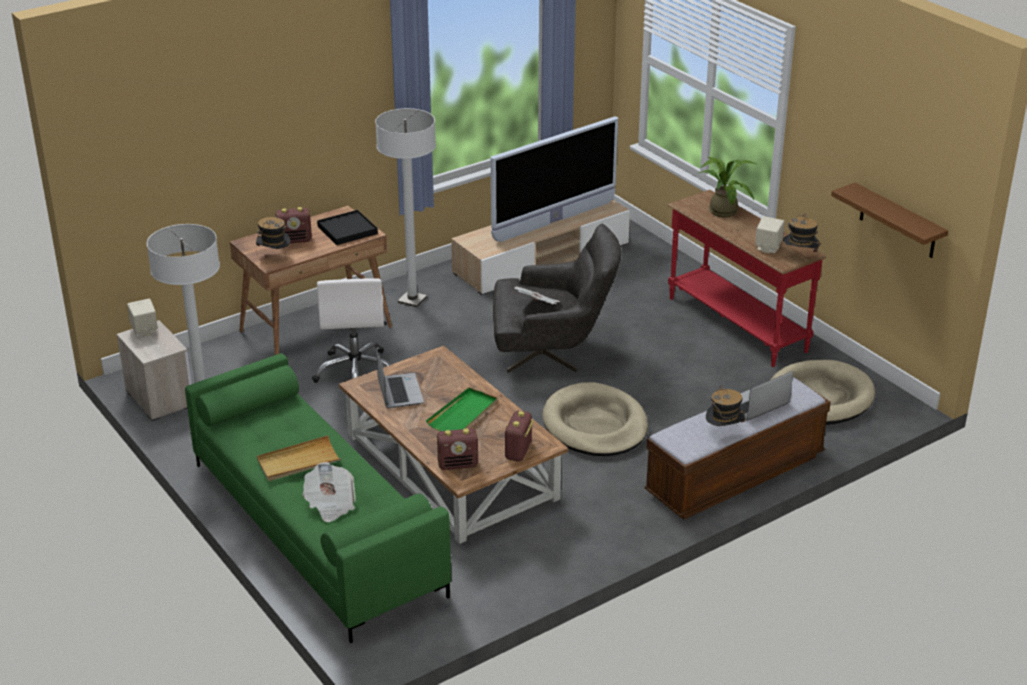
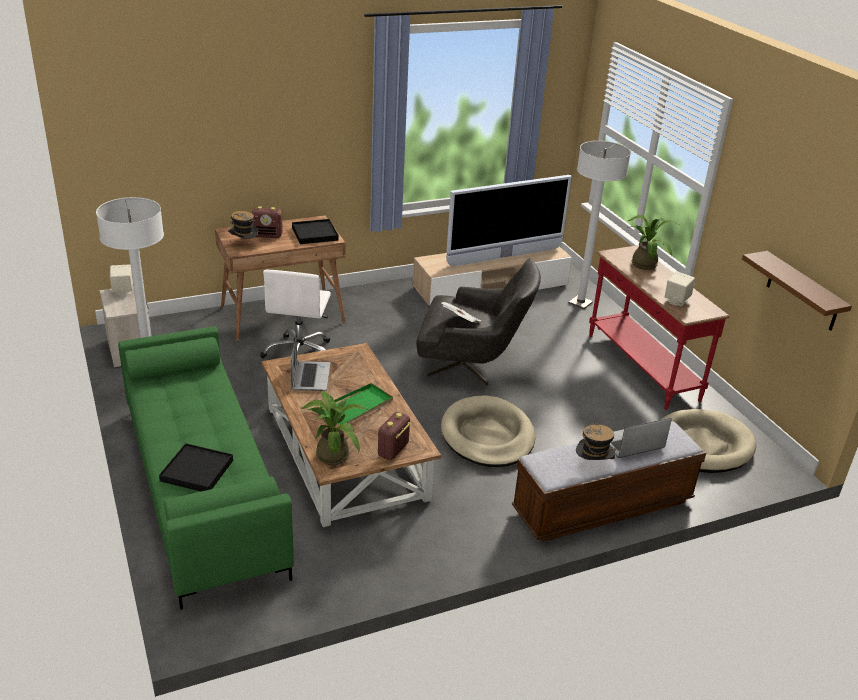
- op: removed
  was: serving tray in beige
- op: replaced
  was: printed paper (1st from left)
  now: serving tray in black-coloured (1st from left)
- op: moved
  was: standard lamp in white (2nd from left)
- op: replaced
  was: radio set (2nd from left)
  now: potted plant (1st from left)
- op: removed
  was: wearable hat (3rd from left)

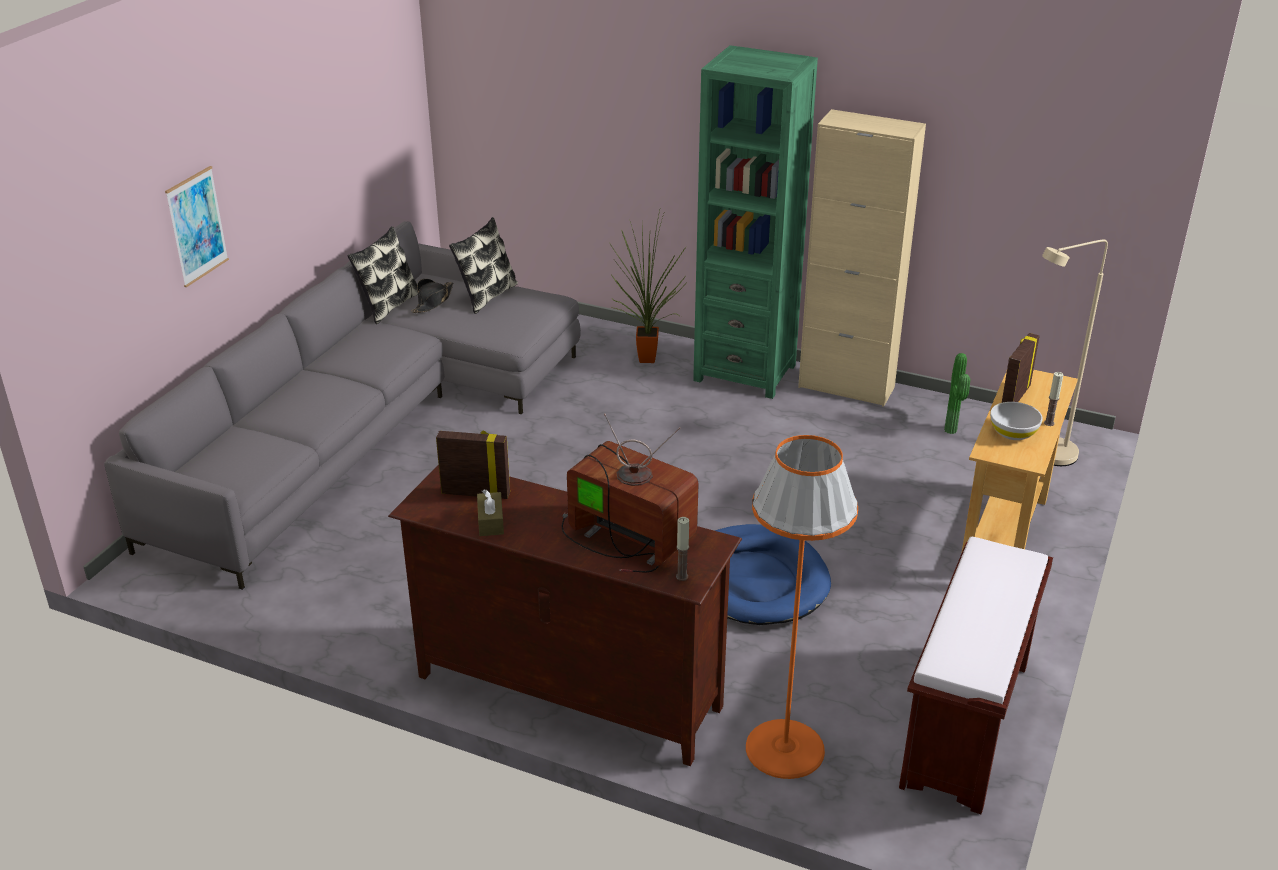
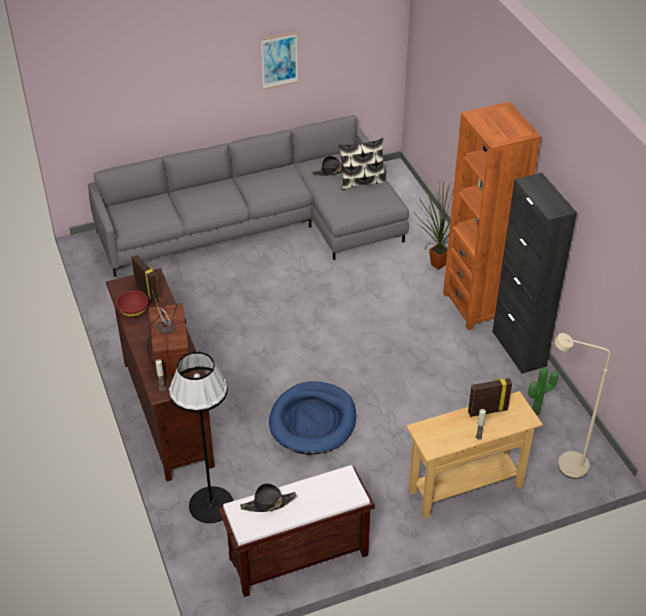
- op: moved
  was: picture
- op: removed
  was: pillow (1st from left)
- op: replaced
  was: tissue holder in brownish
  now: serving bowl in red
- op: recoloured
  was: shelving unit in green
  now: shelving unit in orange-coloured
- op: recoloured
  was: standard lamp in orange-coloured
  now: standard lamp in black-coloured
- op: recoloured
  was: cupboard in beige
  now: cupboard in black-coloured
- op: removed
  was: serving bowl in white
- op: added
  now: wearable hat in black-coloured (1st from left)

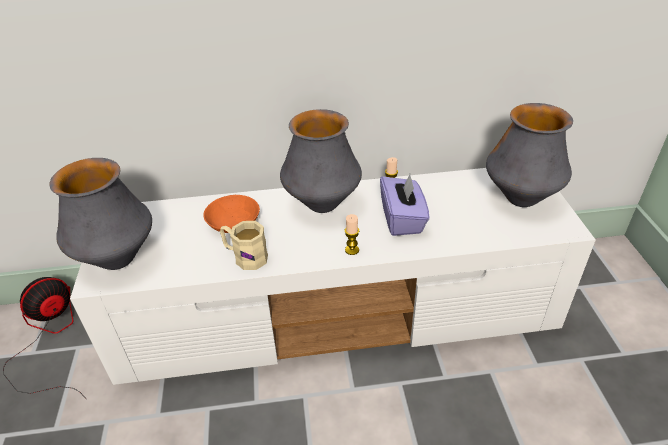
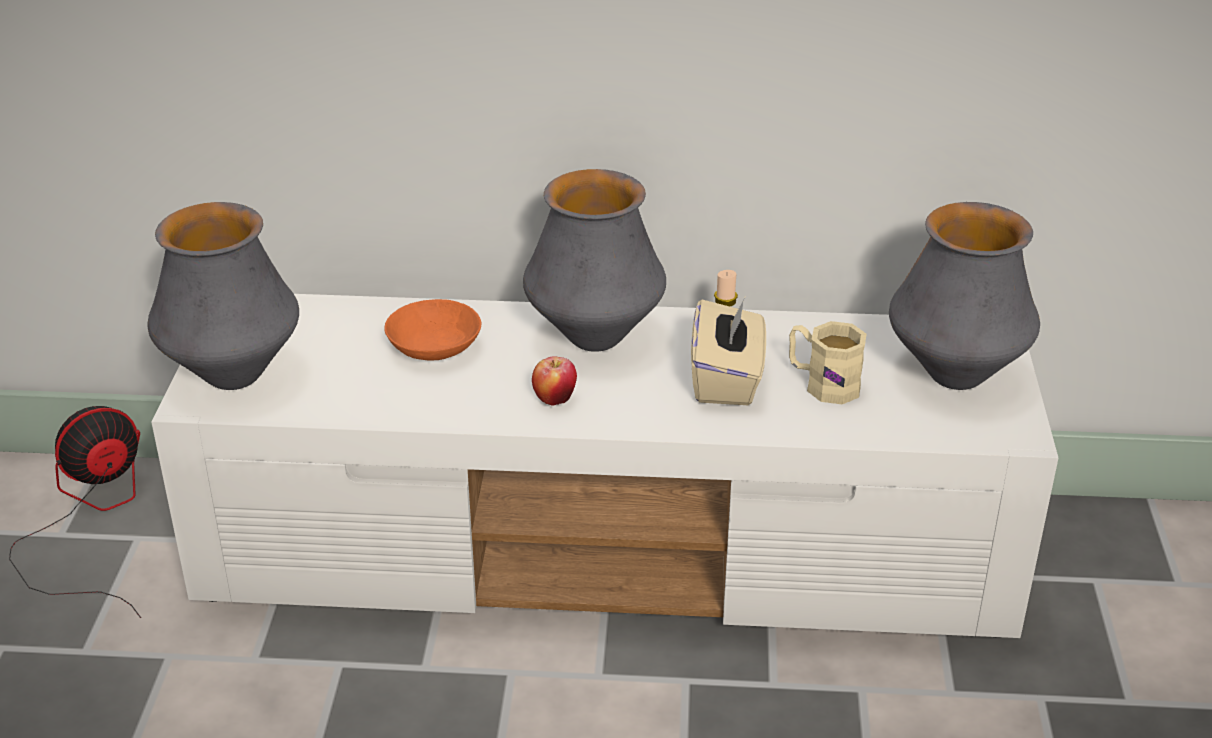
- op: moved
  was: tea mug in beige
- op: removed
  was: candle (1st from left)
- op: recoloured
  was: tissue holder in purple
  now: tissue holder in beige
- op: added
  now: apple

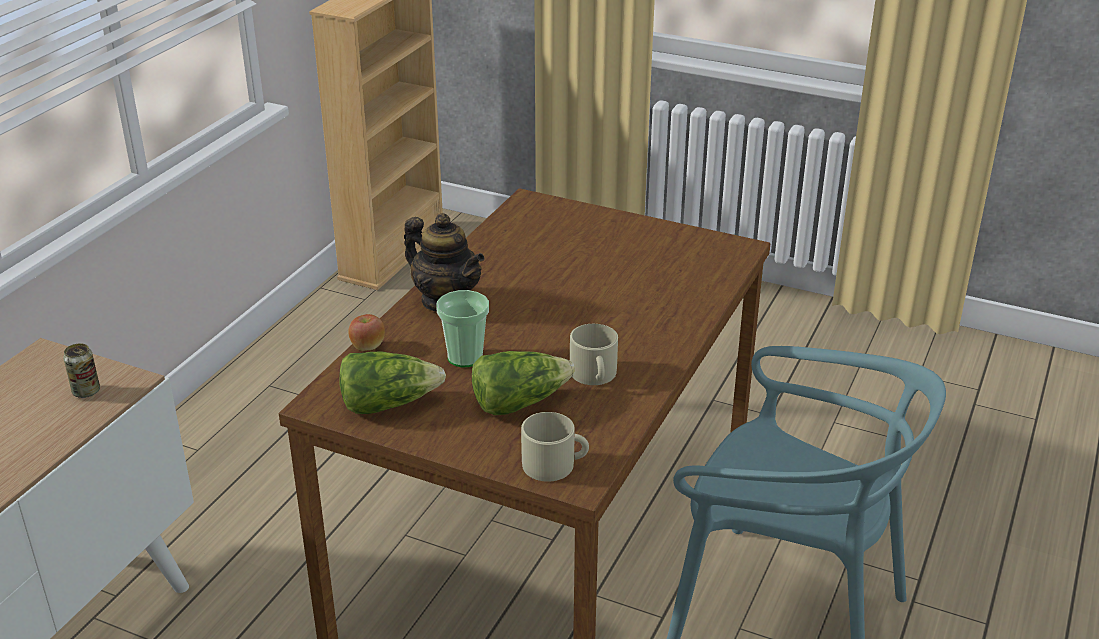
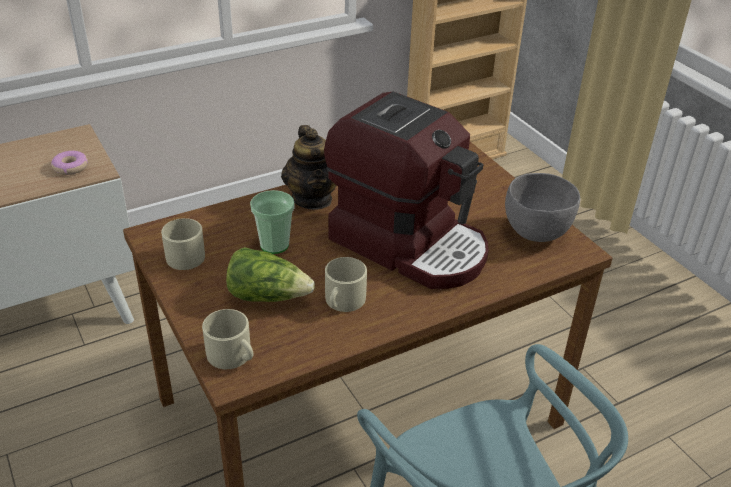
- op: replaced
  was: metal can
  now: ring doughnut
- op: replaced
  was: head of lettuce (1st from left)
  now: tea mug in beige (1st from left)
- op: removed
  was: apple
- op: added
  now: coffee machine
- op: added
  now: serving bowl in grey

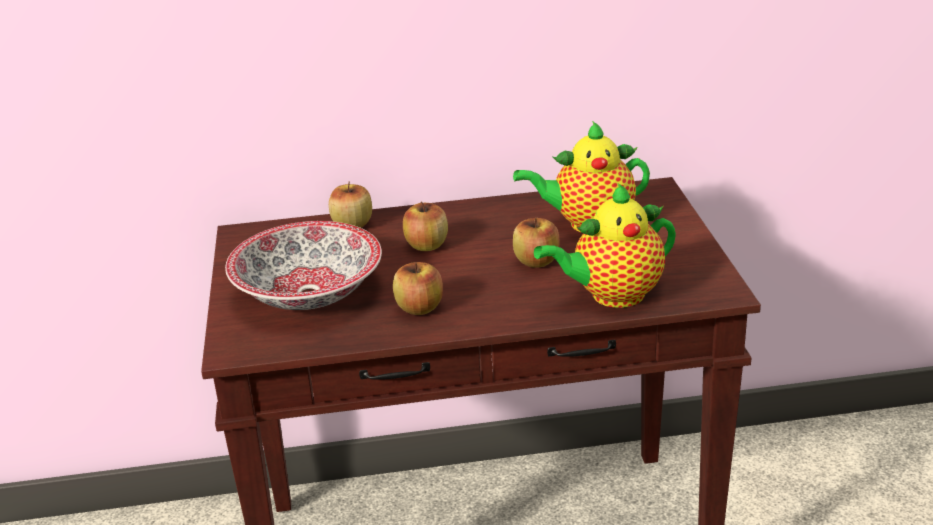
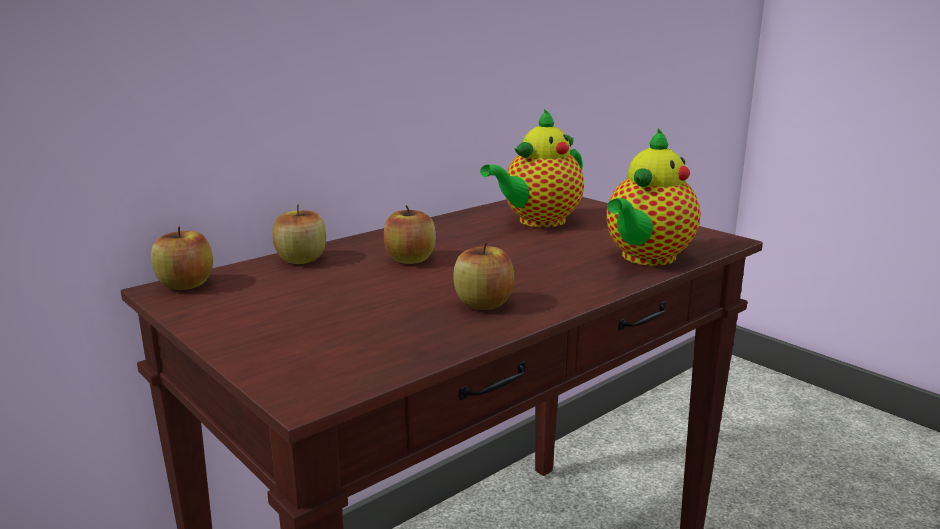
- op: removed
  was: serving bowl
- op: moved
  was: apple (4th from left in the first image)
  now: apple (1st from left)

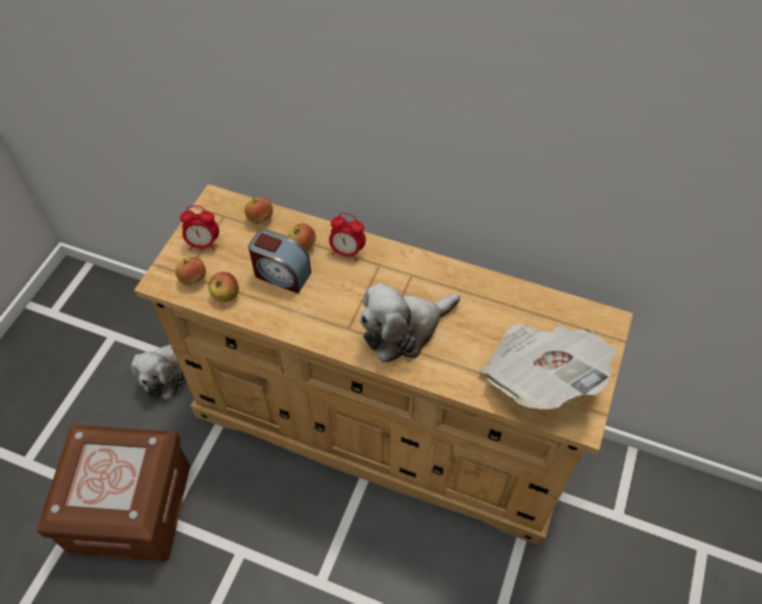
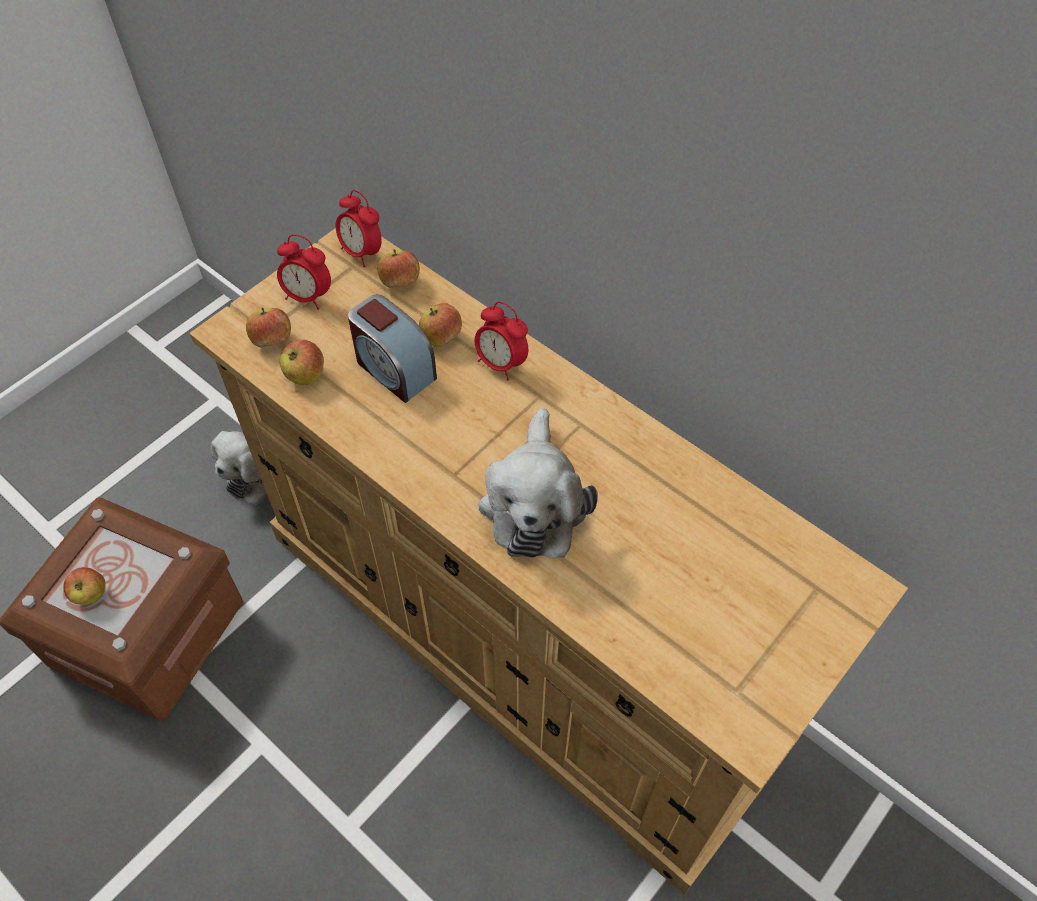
- op: turned
  was: cuddly toy (2nd from left)
  clockwise: -75
- op: removed
  was: printed paper
- op: added
  now: apple (1st from left)
- op: added
  now: alarm clock (2nd from left)

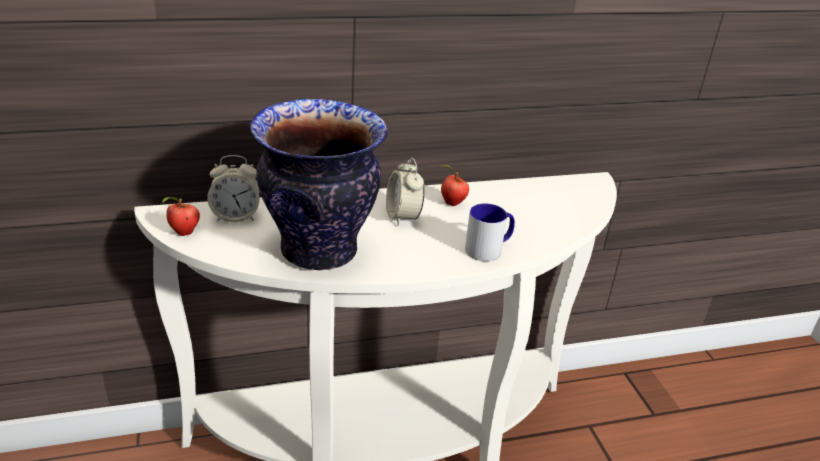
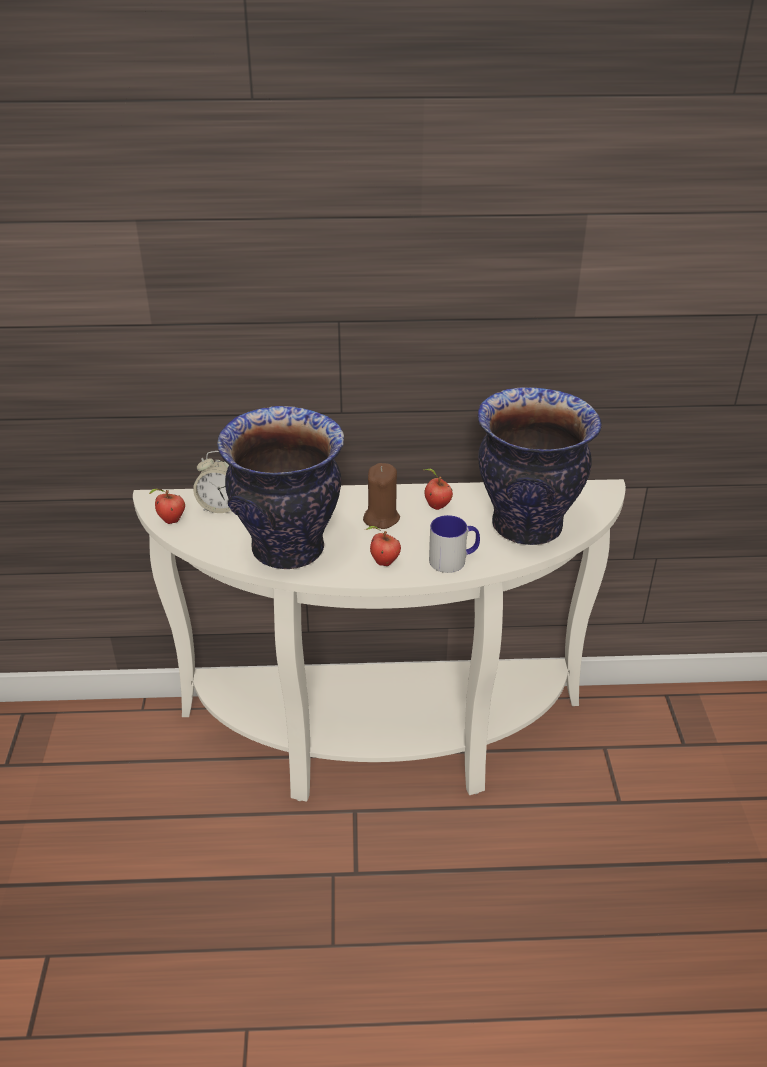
- op: replaced
  was: alarm clock (2nd from left)
  now: candle in brownish
- op: added
  now: apple (2nd from left)
- op: added
  now: vase (2nd from left)

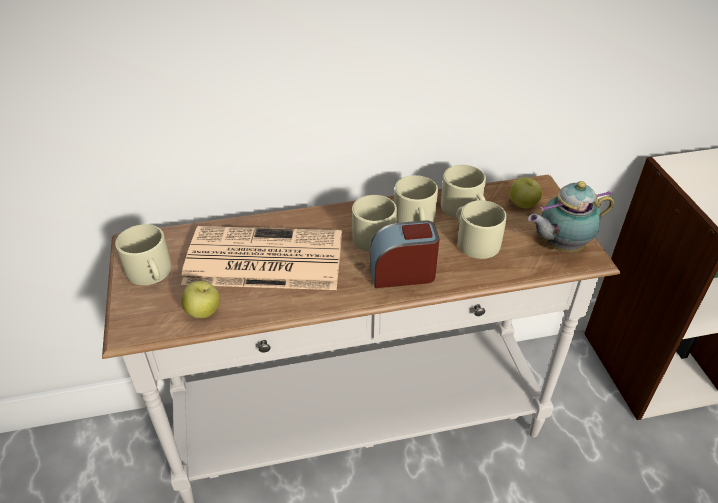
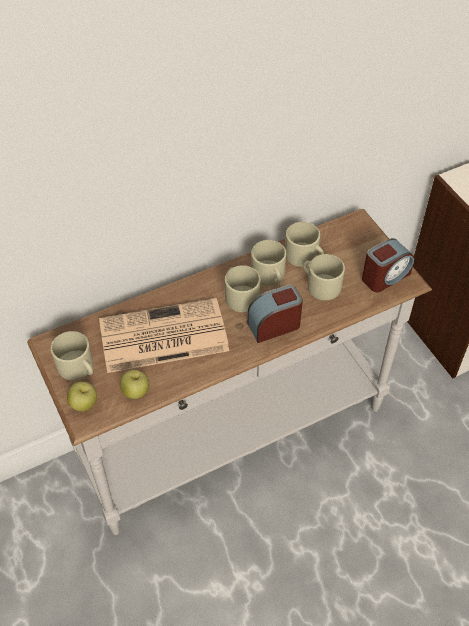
- op: moved
  was: apple (2nd from left in the first image)
  now: apple (1st from left)
- op: replaced
  was: tea pot
  now: alarm clock (2nd from left)

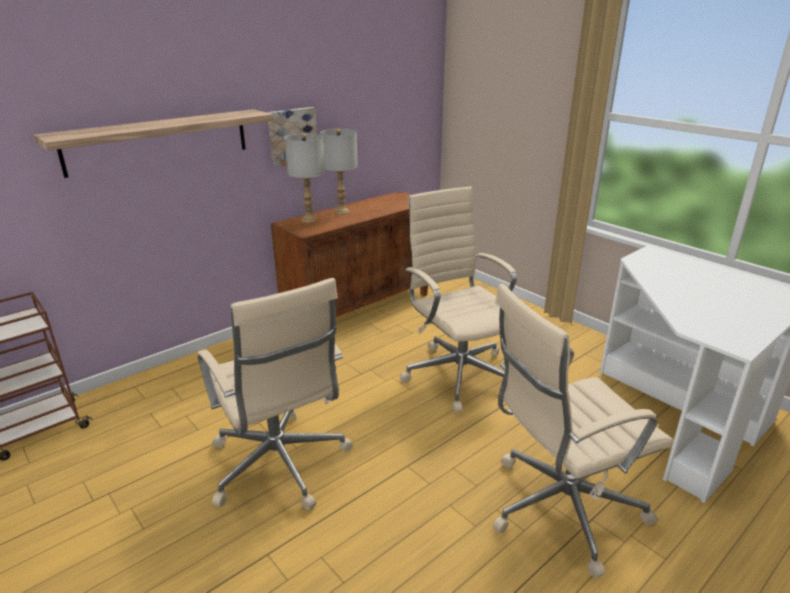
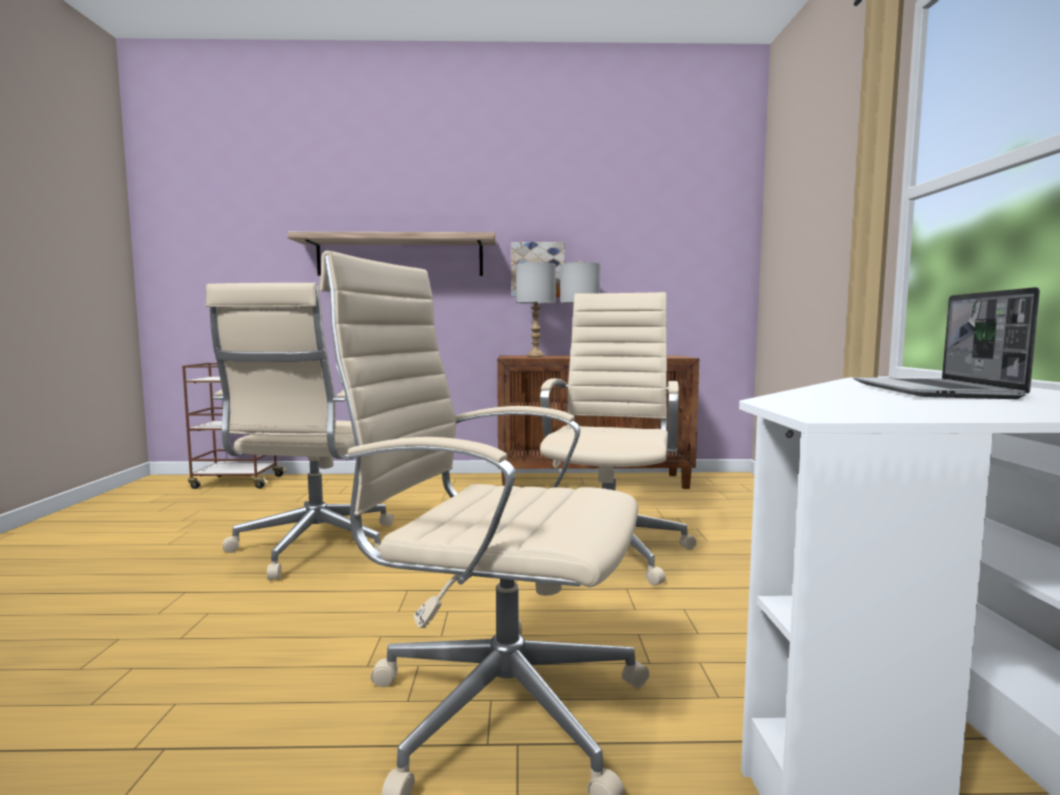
- op: added
  now: laptop

